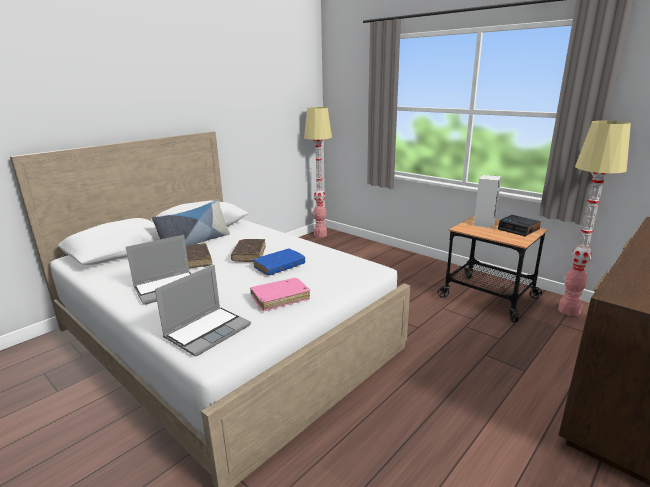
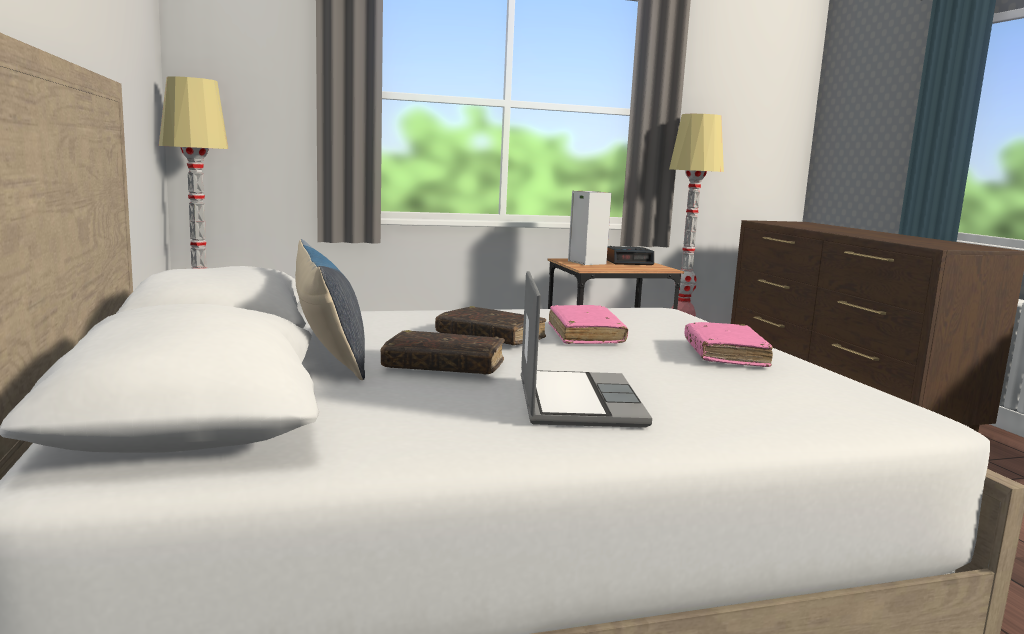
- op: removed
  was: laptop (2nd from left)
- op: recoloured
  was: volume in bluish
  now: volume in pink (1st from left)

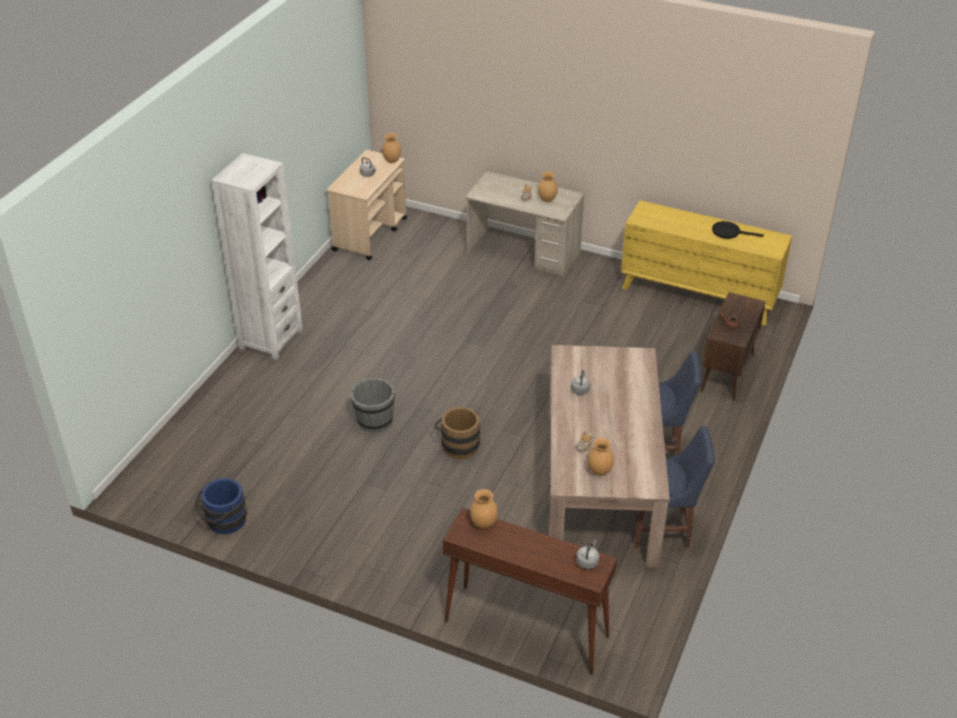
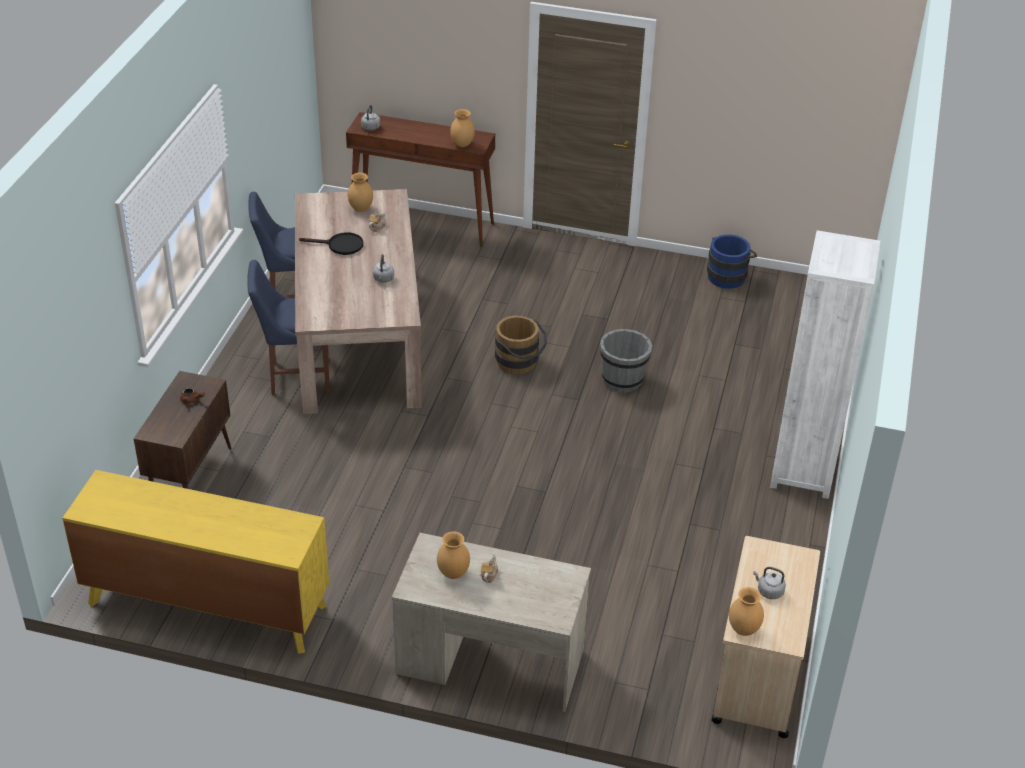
- op: moved
  was: pan in black-coloured

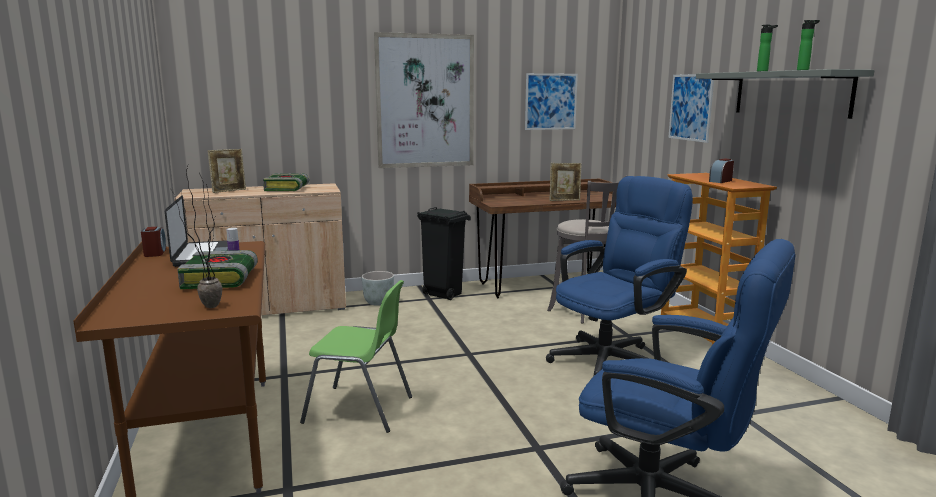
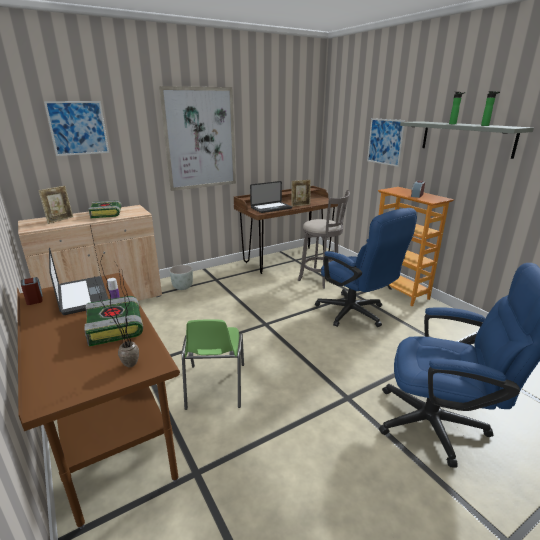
- op: turned
  was: chair in green
  clockwise: 90
- op: removed
  was: rubbish bin in black-coloured
- op: moved
  was: picture (2nd from left in the first image)
  now: picture (1st from left)
- op: turned
  was: office chair in bluish (1st from left)
  clockwise: 105
- op: added
  now: laptop (2nd from left)

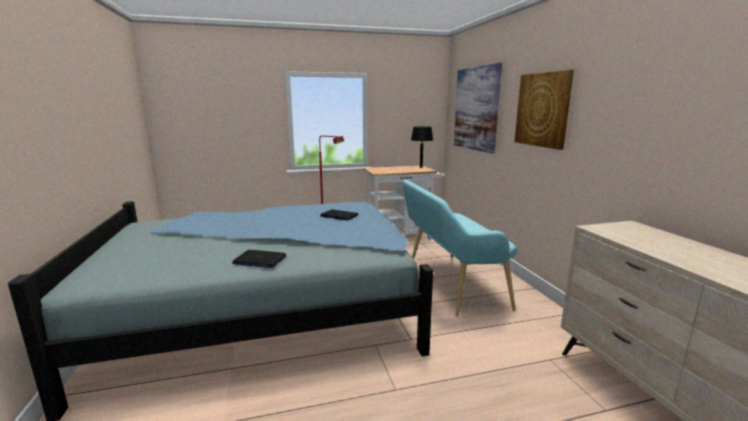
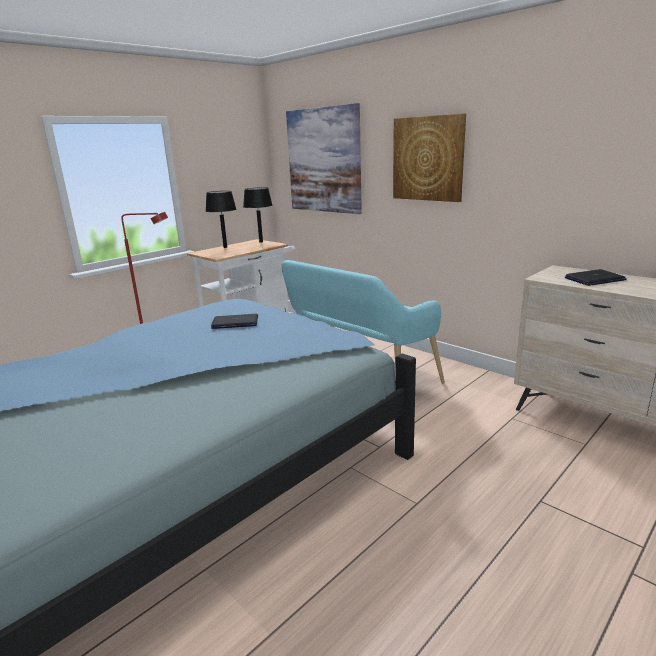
- op: moved
  was: laptop (1st from left in the first image)
  now: laptop (2nd from left)
- op: added
  now: tabletop lamp in black-coloured (1st from left)

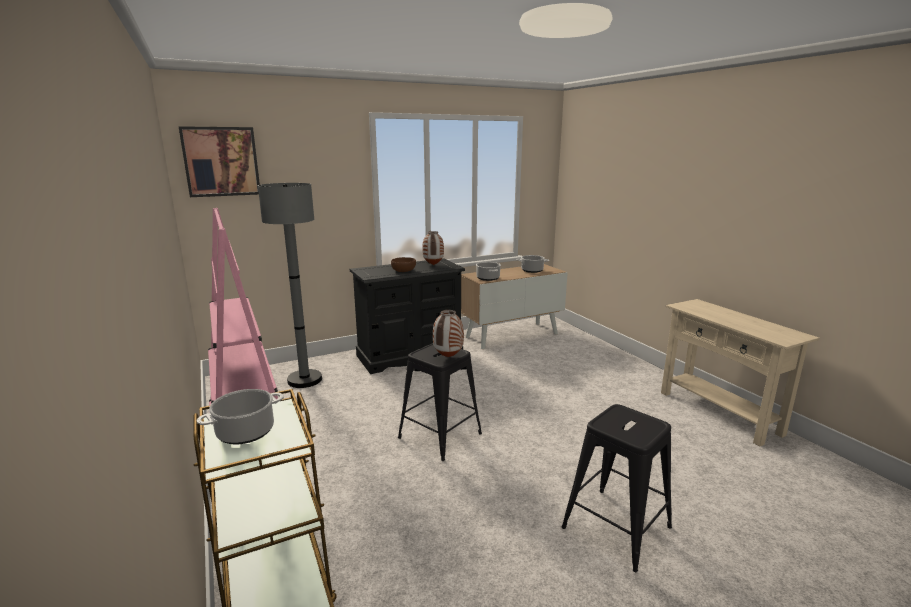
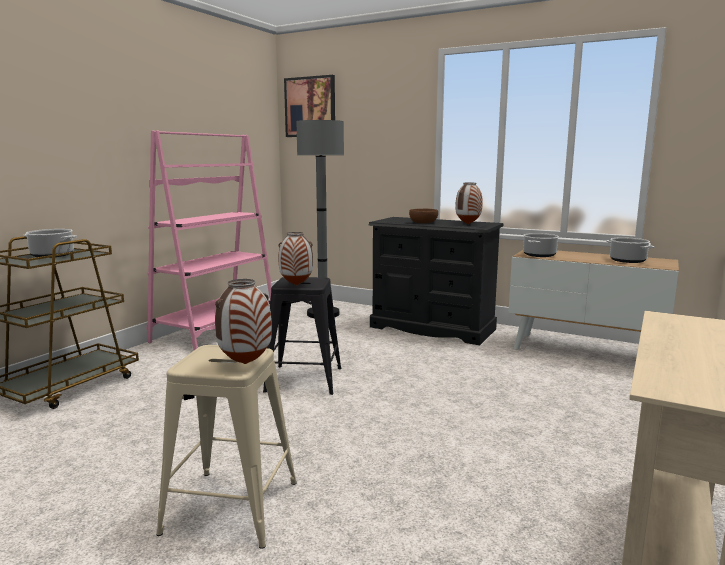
- op: recoloured
  was: stool seat in black-coloured (2nd from left)
  now: stool seat in beige
- op: added
  now: vase (1st from left)

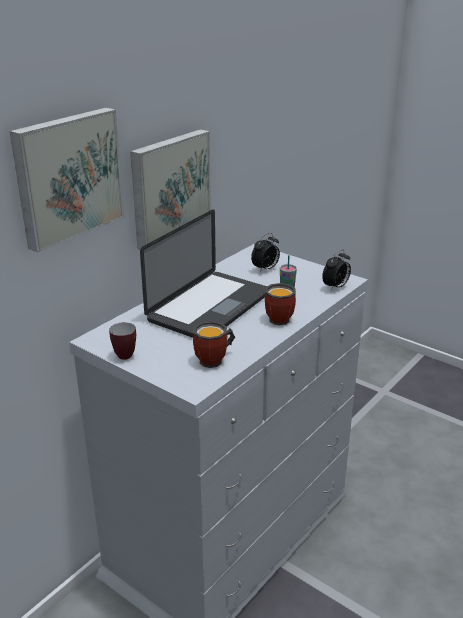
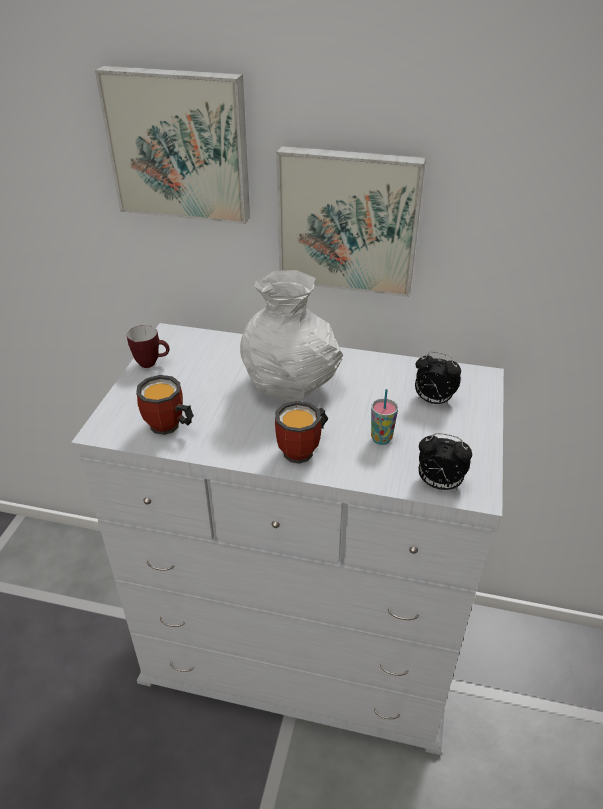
- op: replaced
  was: laptop
  now: vase in white

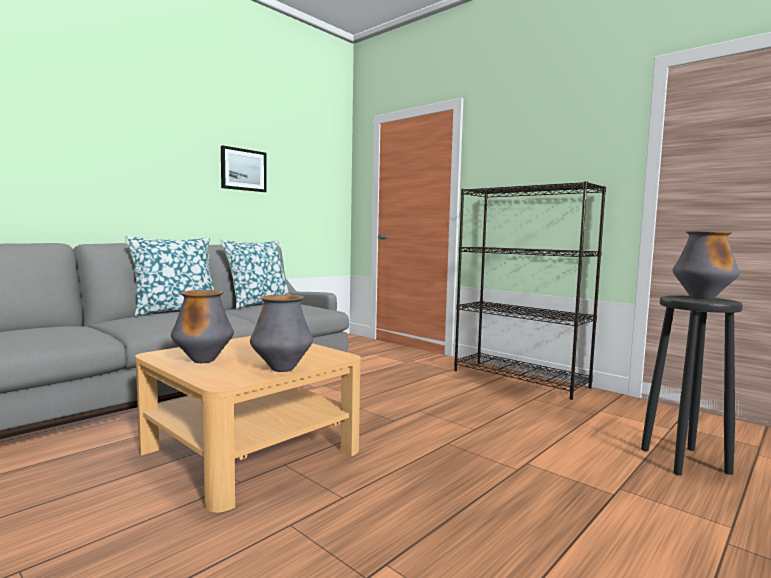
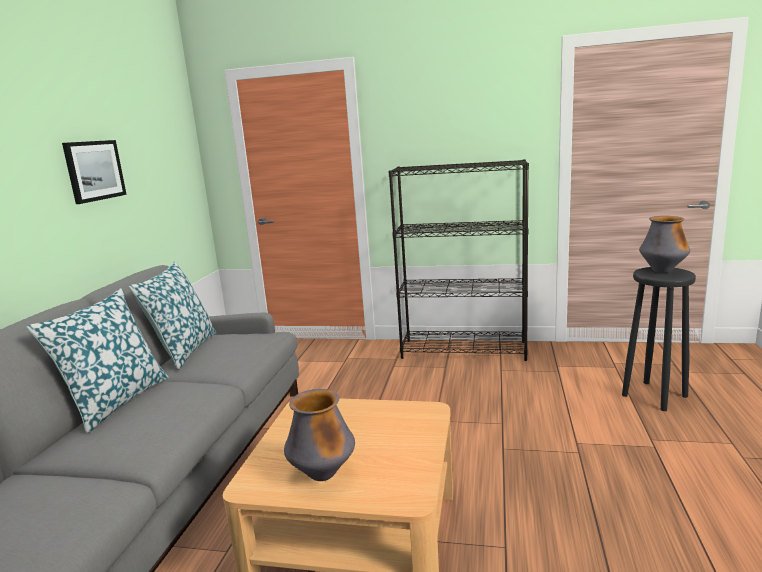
- op: removed
  was: vase (2nd from left)

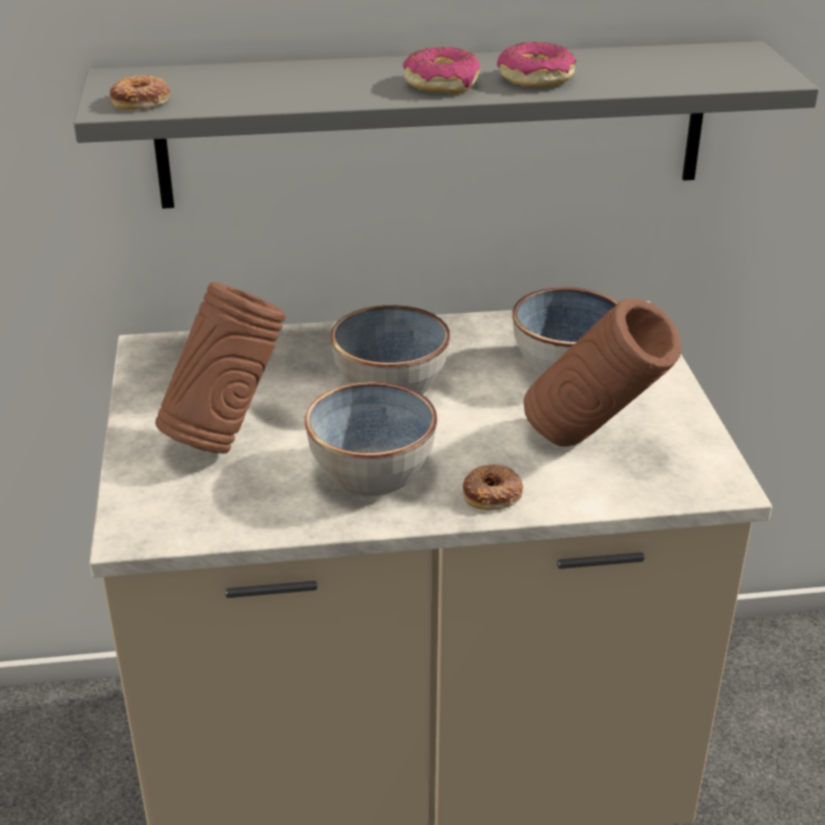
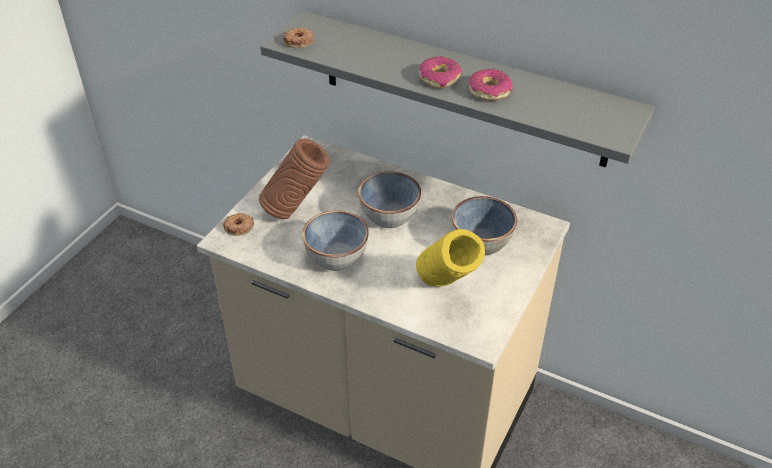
- op: moved
  was: ring doughnut (3rd from left in the first image)
  now: ring doughnut (1st from left)
- op: recoloured
  was: vase in brownish (2nd from left)
  now: vase in yellowish

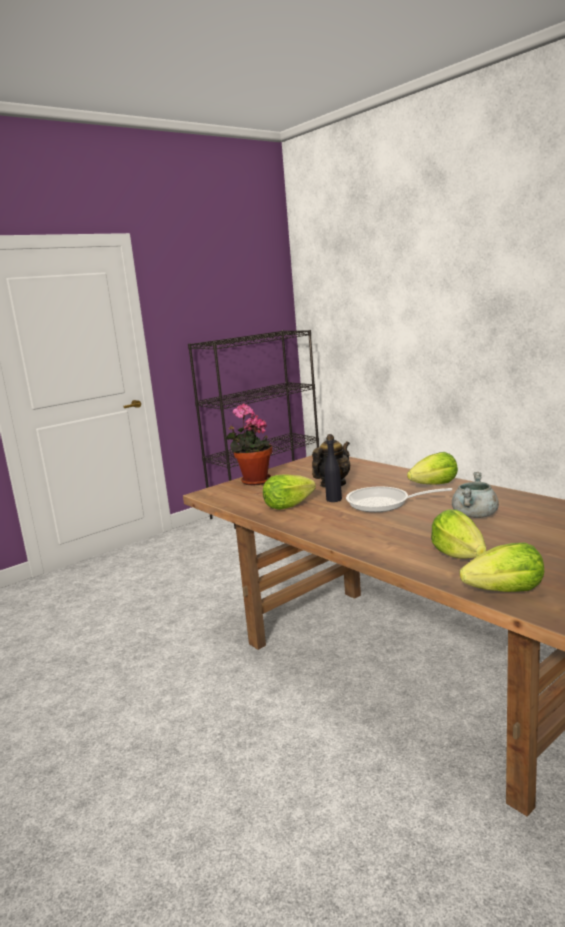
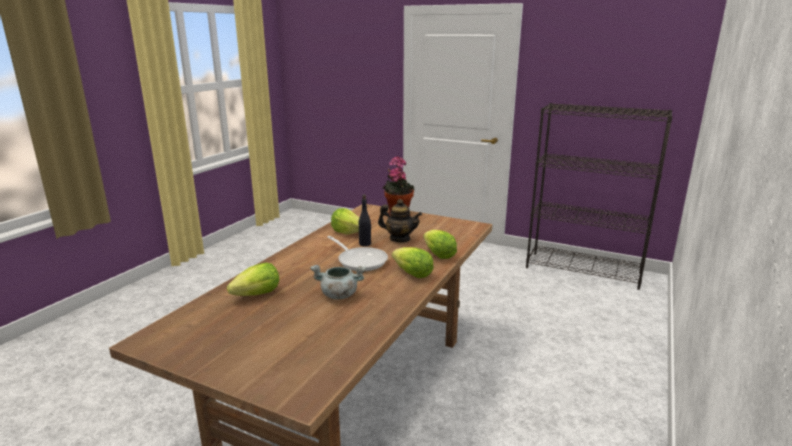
- op: turned
  was: pan
  clockwise: 150
- op: moved
  was: head of lettuce (4th from left)

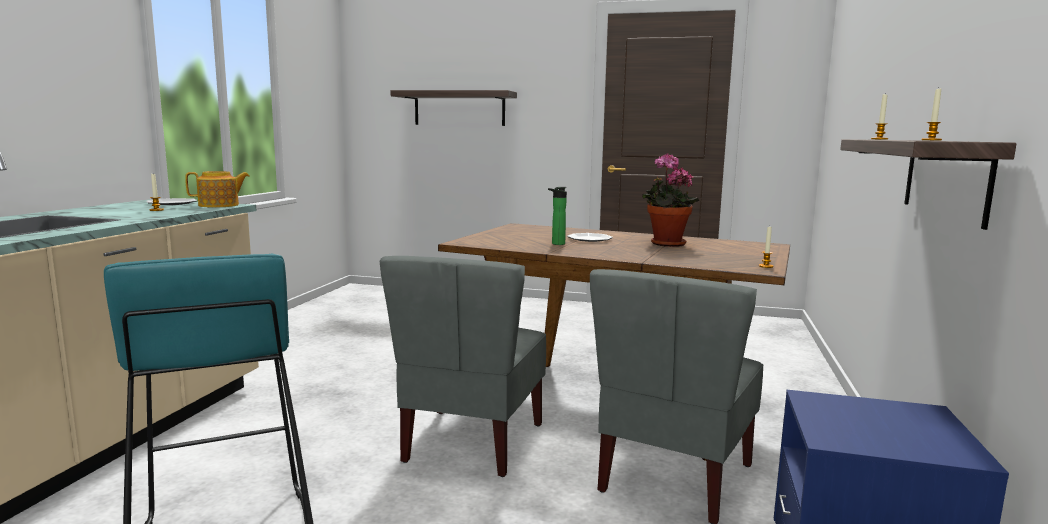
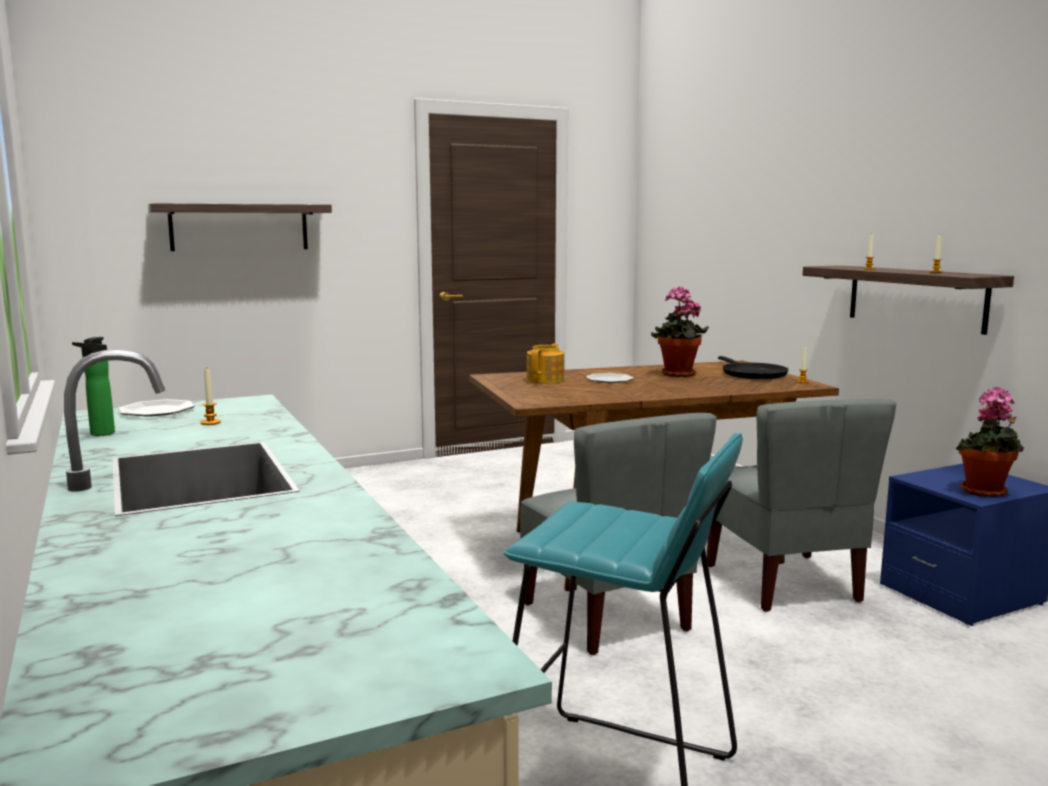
- op: moved
  was: tea pot
- op: moved
  was: drink bottle
- op: added
  now: pan in black-coloured
- op: added
  now: potted plant (2nd from left)

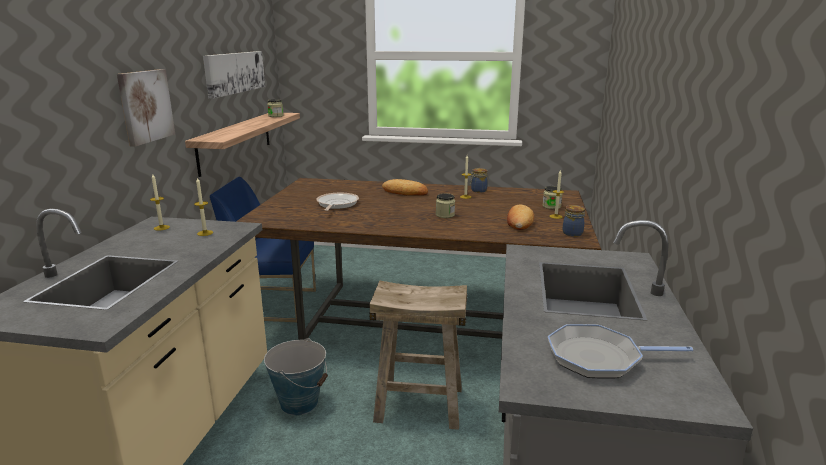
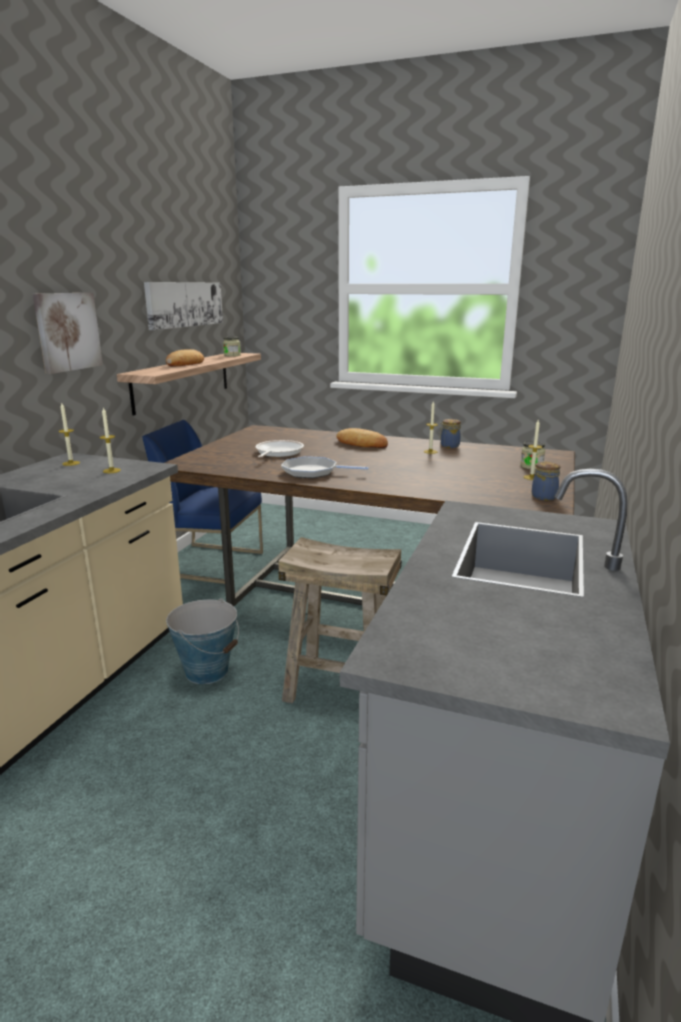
- op: removed
  was: storage jar (2nd from left)
- op: moved
  was: baked bread (2nd from left in the first image)
  now: baked bread (1st from left)
- op: moved
  was: pan (2nd from left)

